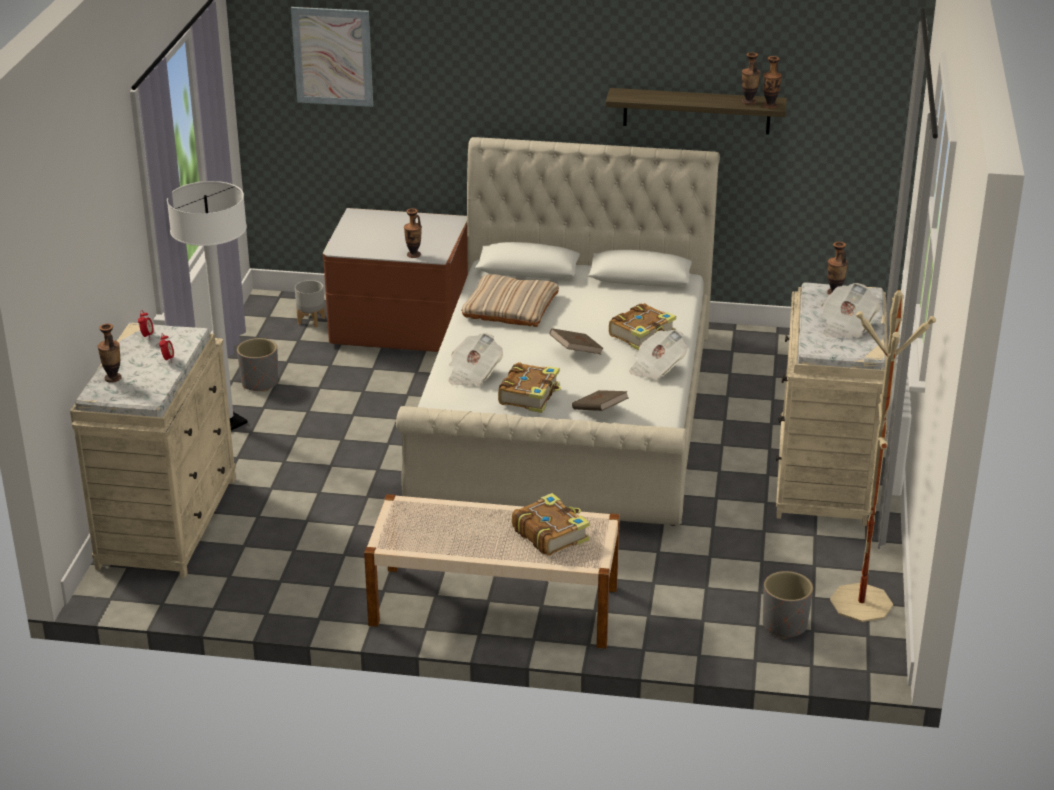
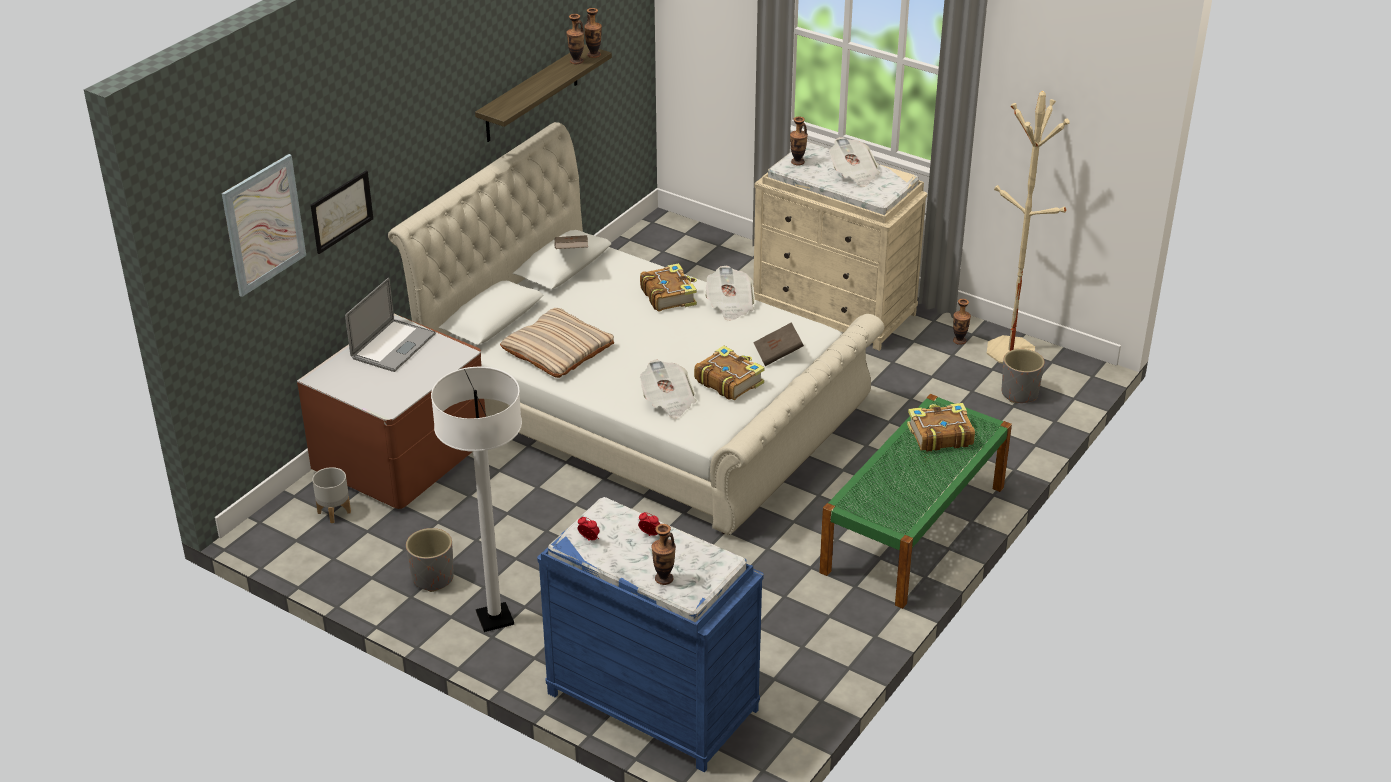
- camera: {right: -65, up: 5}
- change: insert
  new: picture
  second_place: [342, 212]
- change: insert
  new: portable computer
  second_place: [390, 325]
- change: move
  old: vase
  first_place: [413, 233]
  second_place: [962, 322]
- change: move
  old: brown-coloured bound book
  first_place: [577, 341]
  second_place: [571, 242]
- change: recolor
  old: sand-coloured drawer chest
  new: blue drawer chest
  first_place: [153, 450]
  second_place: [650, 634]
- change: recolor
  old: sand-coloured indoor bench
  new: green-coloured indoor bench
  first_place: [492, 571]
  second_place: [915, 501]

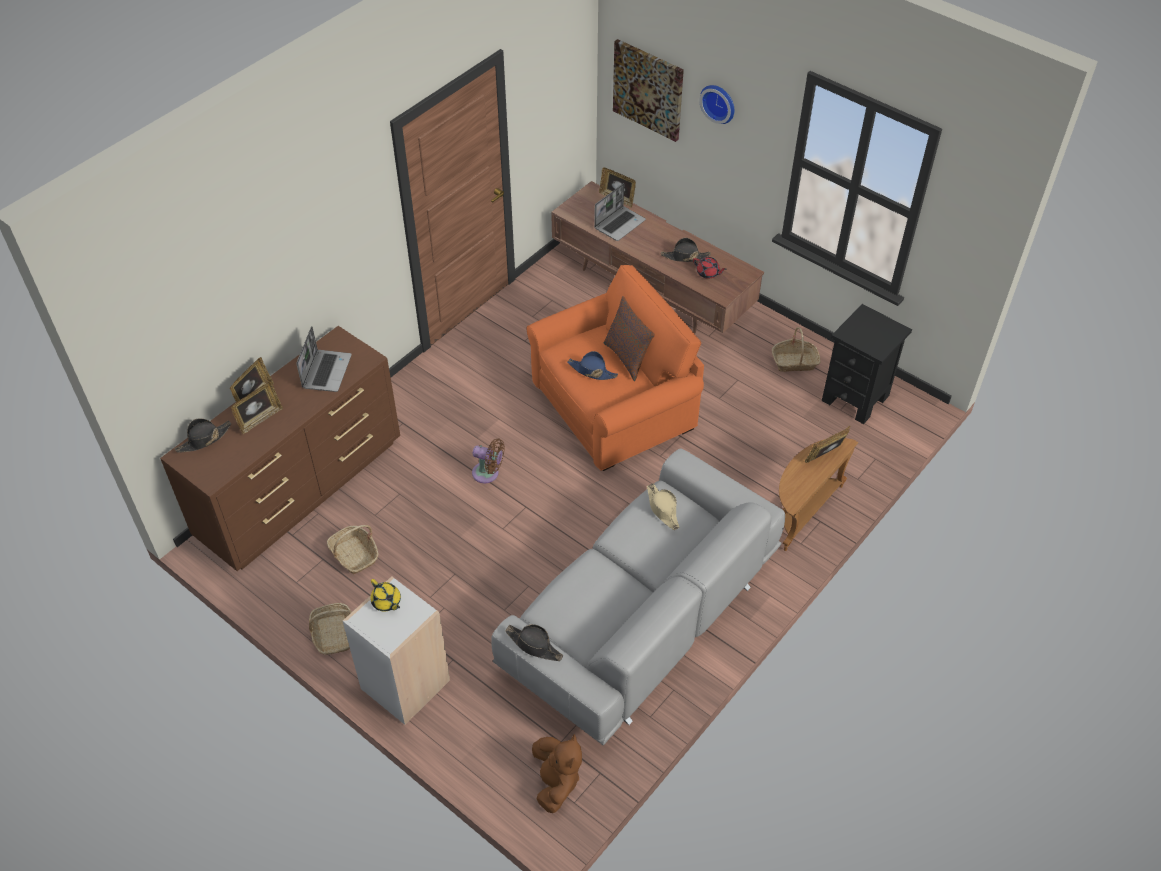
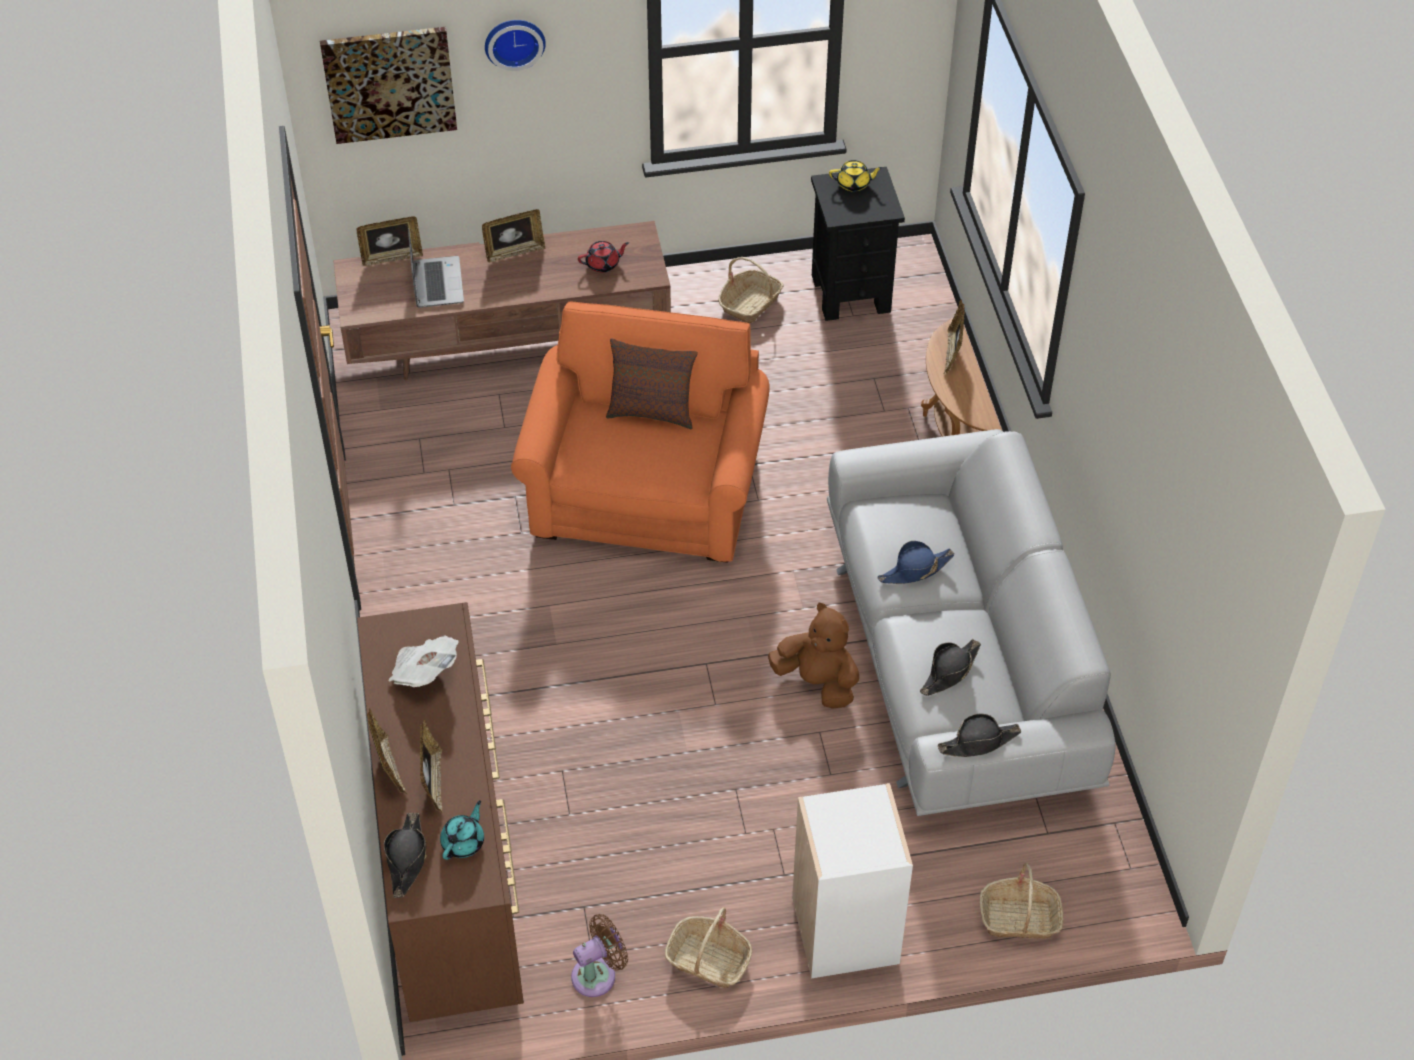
- camera: {right: -50, up: 0}
- change: delete
  old: sand-coloured wearable hat
  first_place: [663, 506]
- change: insert
  new: turquoise teapot
  second_place: [462, 830]
- change: insert
  new: standing frame
  second_place: [513, 236]
- change: move
  old: household basket
  first_place: [353, 549]
  second_place: [1021, 901]
- change: move
  old: yellow-coloured teapot
  first_place: [385, 595]
  second_place: [856, 175]
- change: move
  old: brown-coloured fan
  first_place: [488, 461]
  second_place: [599, 955]
- change: move
  old: brown-coloured soft toy
  first_place: [557, 773]
  second_place: [813, 656]
- change: move
  old: blue wearable hat
  first_place: [592, 365]
  second_place: [916, 562]
- change: move
  old: blackish wearable hat
  first_place: [686, 250]
  second_place: [950, 667]
- change: replace
  old: portable computer
  new: printed paper
  first_place: [324, 359]
  second_place: [423, 661]

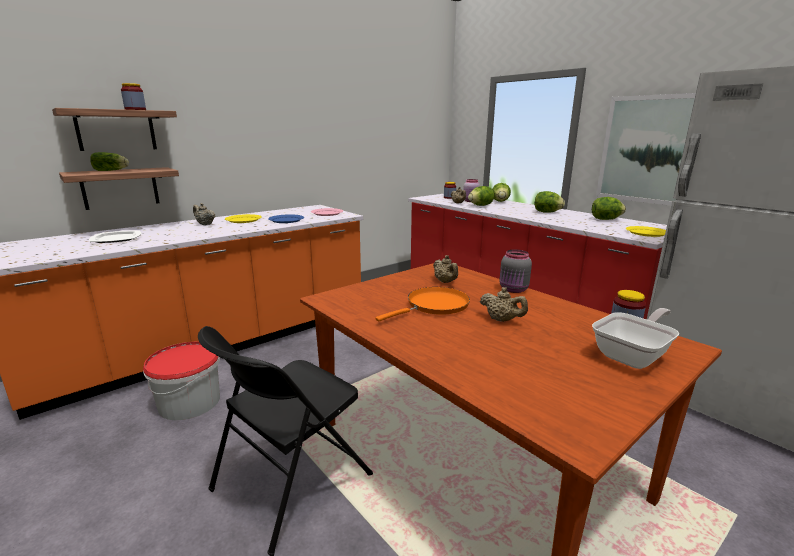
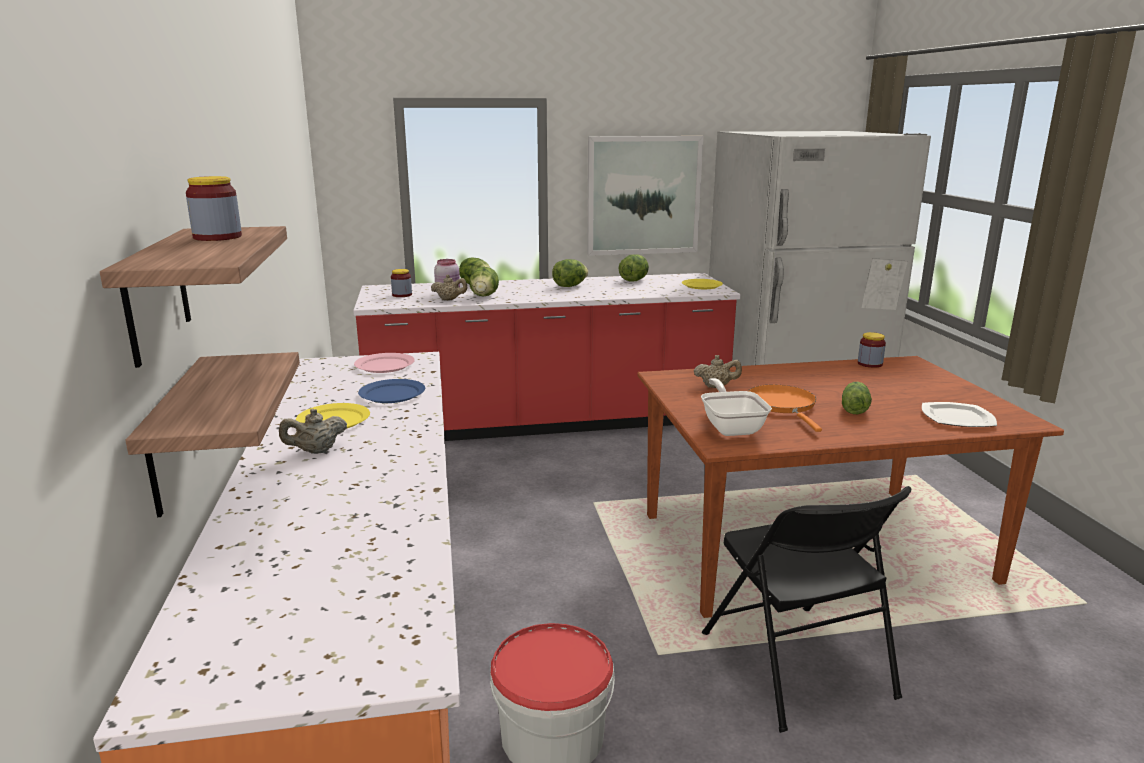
- camera: {right: -60, up: 0}
- change: delete
  old: sand-coloured teapot
  first_place: [504, 304]
- change: delete
  old: gray preserve jar
  first_place: [515, 271]
- change: move
  old: dinner plate
  first_place: [115, 237]
  second_place: [959, 414]
- change: move
  old: lettuce head
  first_place: [109, 161]
  second_place: [857, 398]
- change: move
  old: skillet
  first_place: [635, 338]
  second_place: [736, 407]

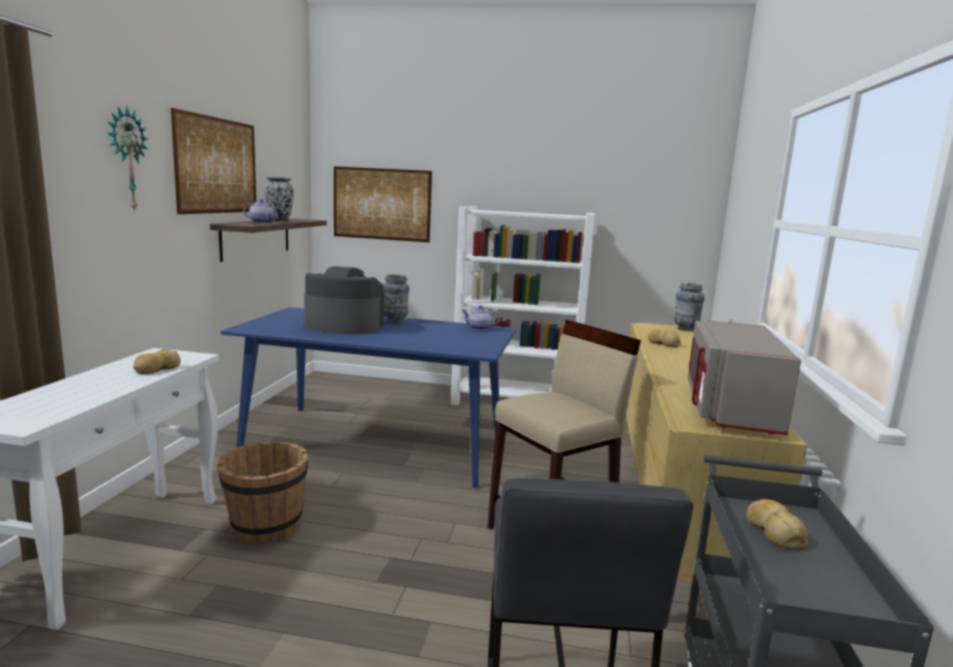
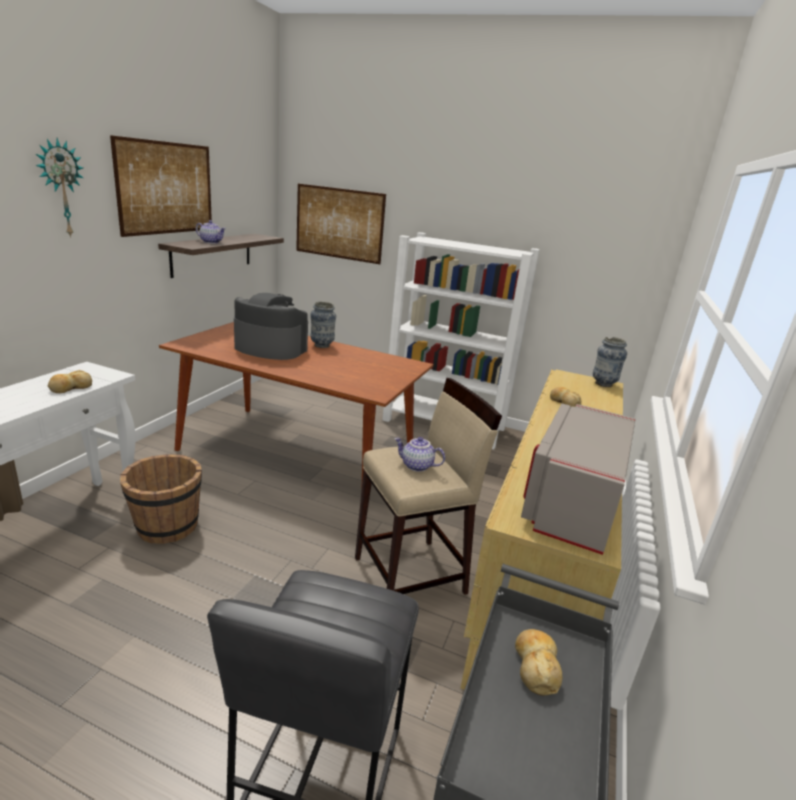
- camera: {right: 10, up: 10}
- change: delete
  old: vase
  first_place: [279, 199]
- change: move
  old: teapot
  first_place: [481, 317]
  second_place: [419, 454]
- change: recolor
  old: blue dinner table
  new: brown-coloured dinner table
  first_place: [369, 397]
  second_place: [296, 406]

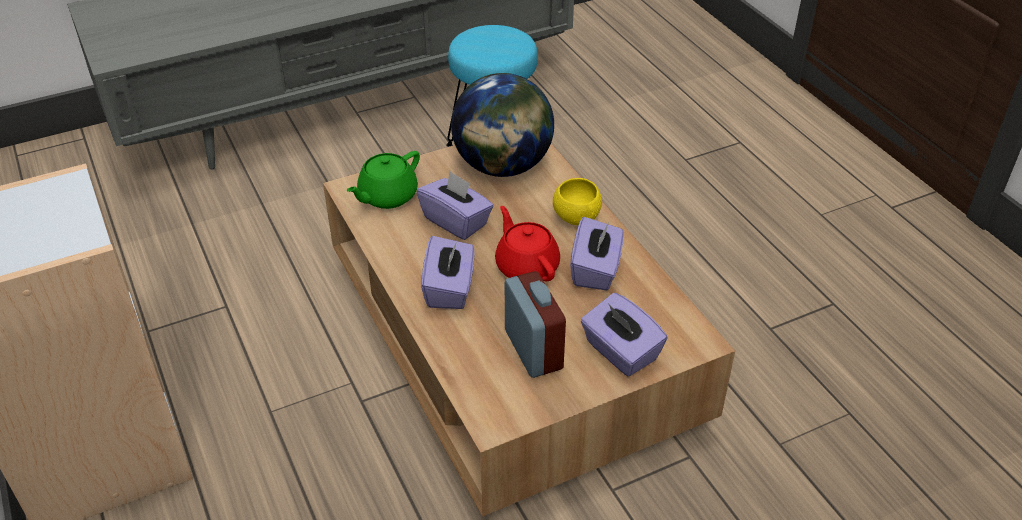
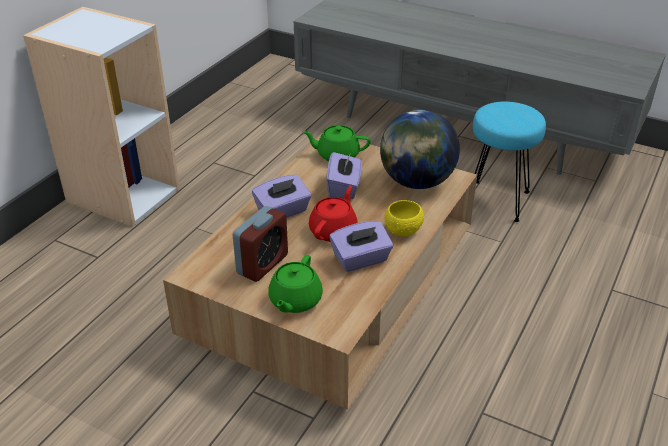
- camera: {right: 55, up: -5}
- change: replace
  old: purple tissue box
  new: green-coloured teapot
  first_place: [624, 335]
  second_place: [295, 284]

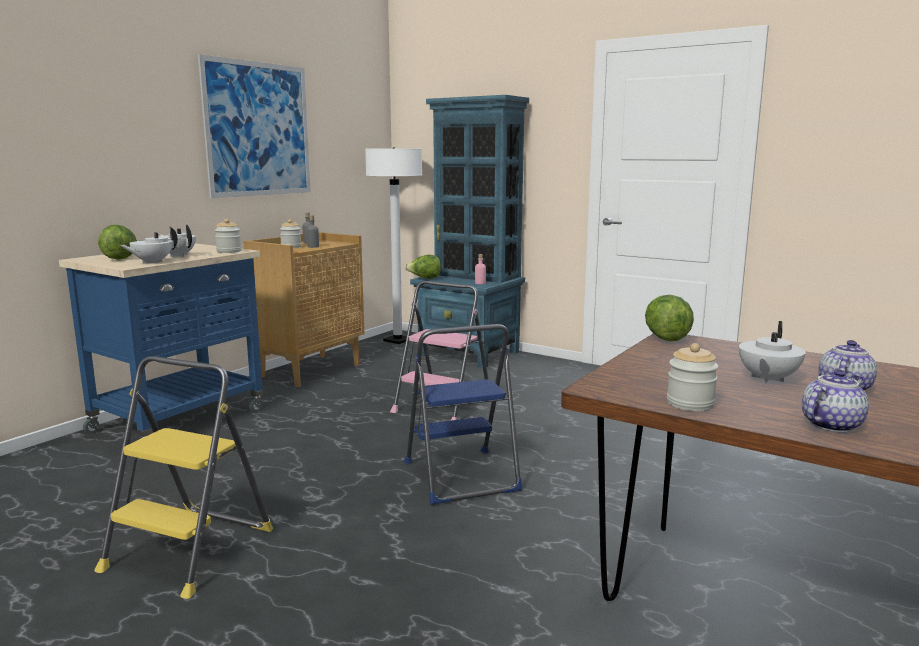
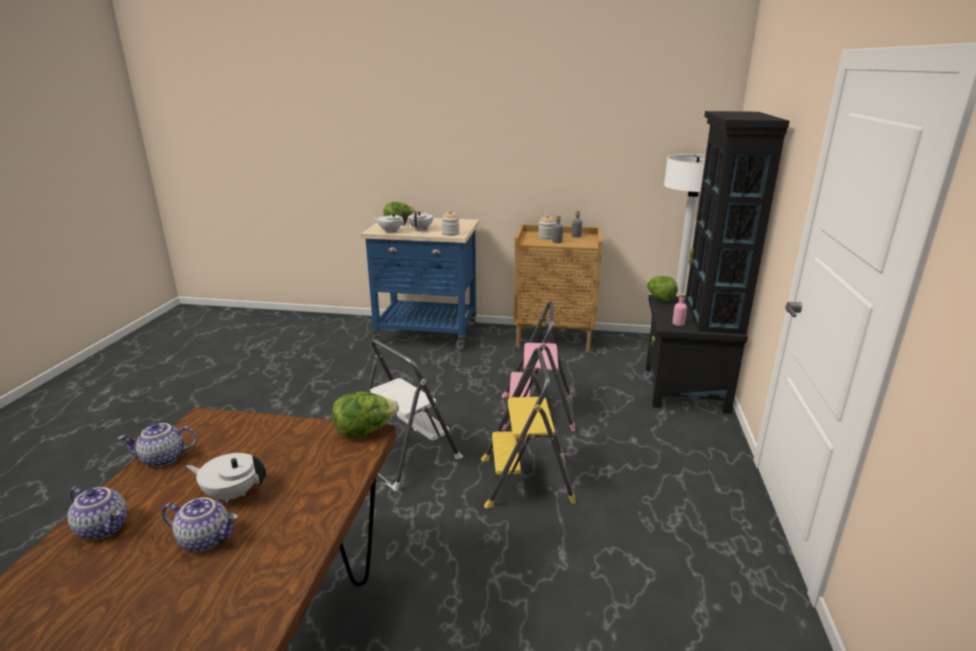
- camera: {right: 65, up: 10}
- change: delete
  old: picture
  first_place: [254, 126]
- change: move
  old: yellow-coloured step ladder
  first_place: [183, 477]
  second_place: [528, 428]
- change: replace
  old: preserve jar
  new: teapot
  first_place: [693, 377]
  second_place: [157, 445]
- change: recolor
  old: blue step ladder
  new: white-coloured step ladder
  first_place: [463, 414]
  second_place: [415, 415]
- change: recolor
  old: blue cabinet
  new: blackish cabinet
  first_place: [469, 231]
  second_place: [718, 262]

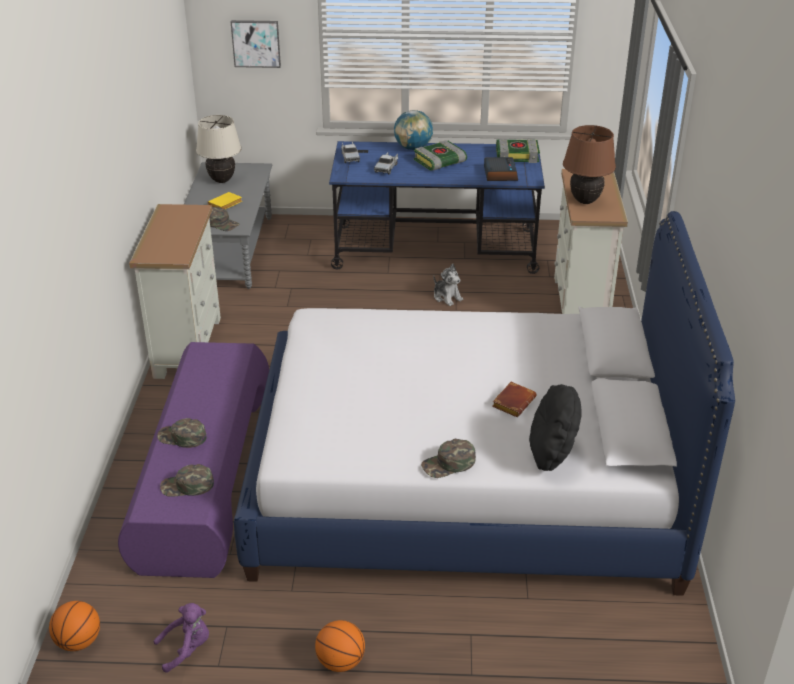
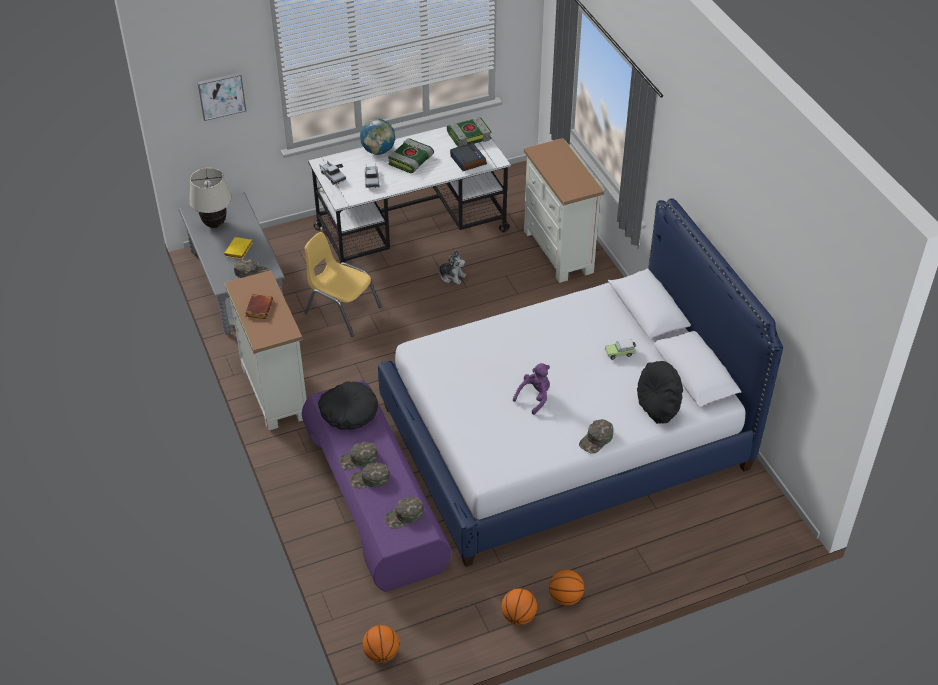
- camera: {right: -25, up: 10}
- change: delete
  old: brown-coloured tabletop lamp
  first_place: [589, 164]
- change: insert
  new: yellow-coloured chair
  second_place: [342, 284]
- change: insert
  new: blackish throw pillow
  second_place: [348, 405]
- change: insert
  new: green-coloured cap
  second_place: [358, 455]
- change: insert
  new: basketball
  second_place: [519, 606]
- change: insert
  new: toy car
  second_place: [620, 349]
- change: move
  old: purple soft toy
  first_place: [181, 638]
  second_place: [531, 389]
- change: move
  old: brown-coloured bound book
  first_place: [514, 399]
  second_place: [259, 306]
- change: recolor
  old: blue desk
  new: white-coloured desk
  first_place: [437, 207]
  second_place: [409, 194]

